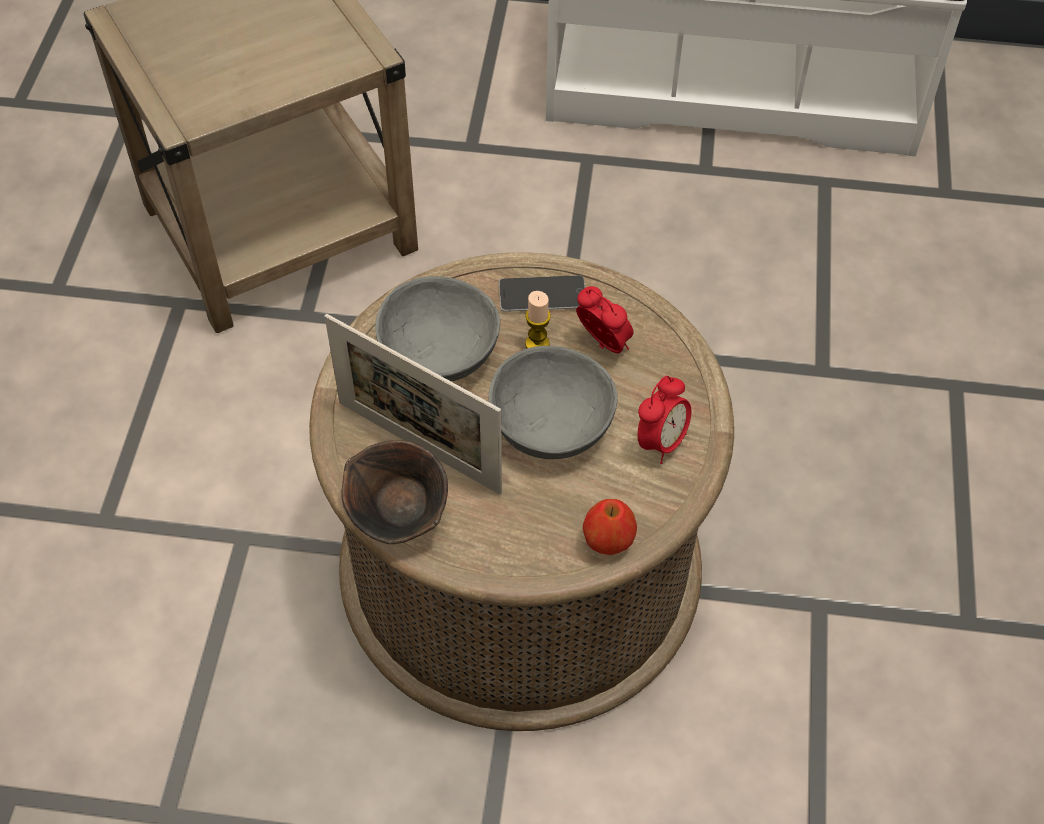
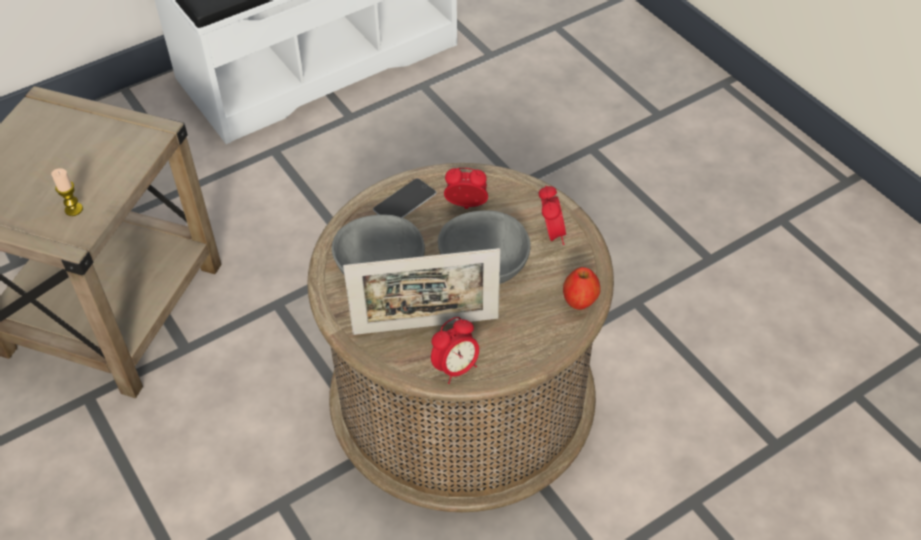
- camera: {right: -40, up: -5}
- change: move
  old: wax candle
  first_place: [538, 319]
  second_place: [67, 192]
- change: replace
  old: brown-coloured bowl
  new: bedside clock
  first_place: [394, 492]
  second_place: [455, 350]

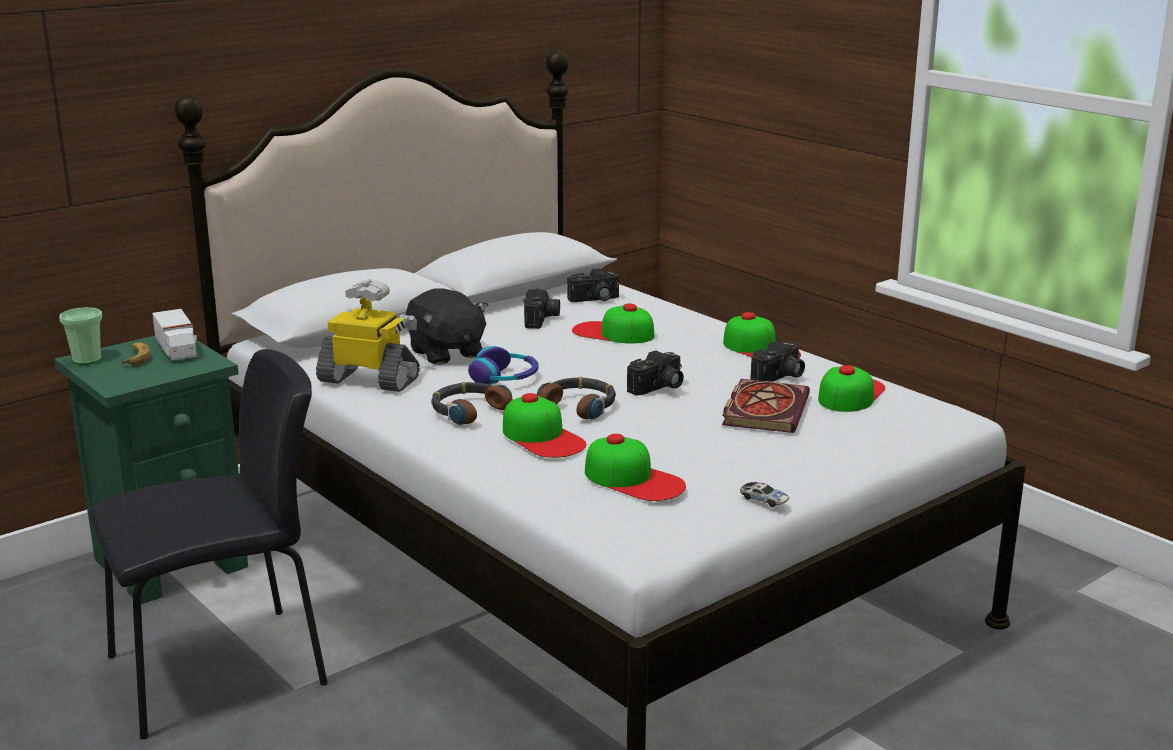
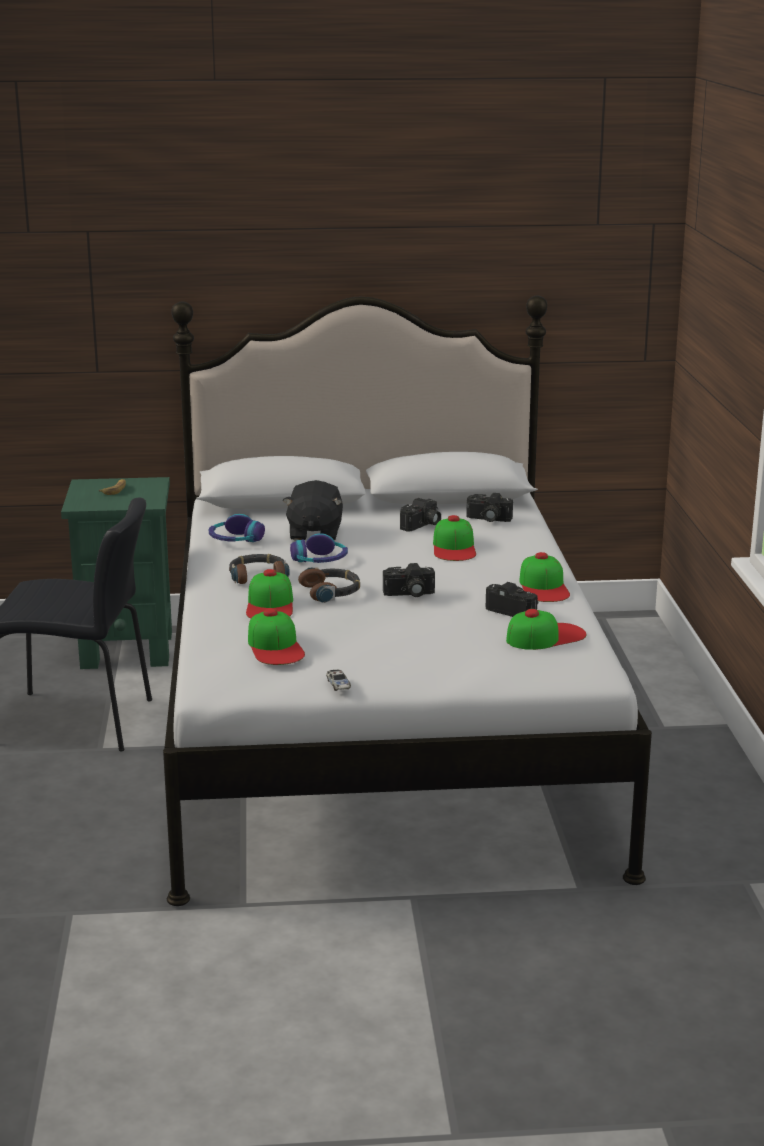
- camera: {right: 35, up: 0}
- change: delete
  old: small cup
  first_place: [80, 336]
- change: delete
  old: toy lorry
  first_place: [174, 334]
- change: delete
  old: bound book
  first_place: [766, 406]
- change: replace
  old: model robot
  new: headset
  first_place: [368, 335]
  second_place: [237, 528]
- change: rotate
  old: cap
  first_place: [613, 323]
  second_place: [454, 538]
  degrees: -150
- change: rotate
  old: still camera
  first_place: [777, 361]
  second_place: [512, 599]
  degrees: -135

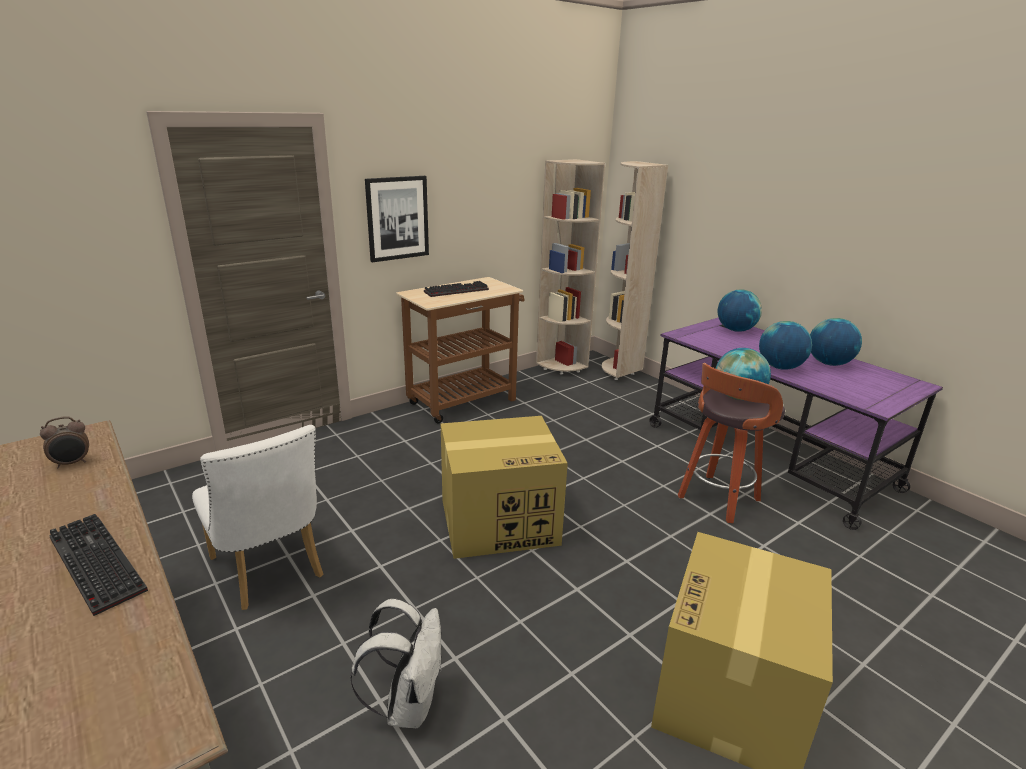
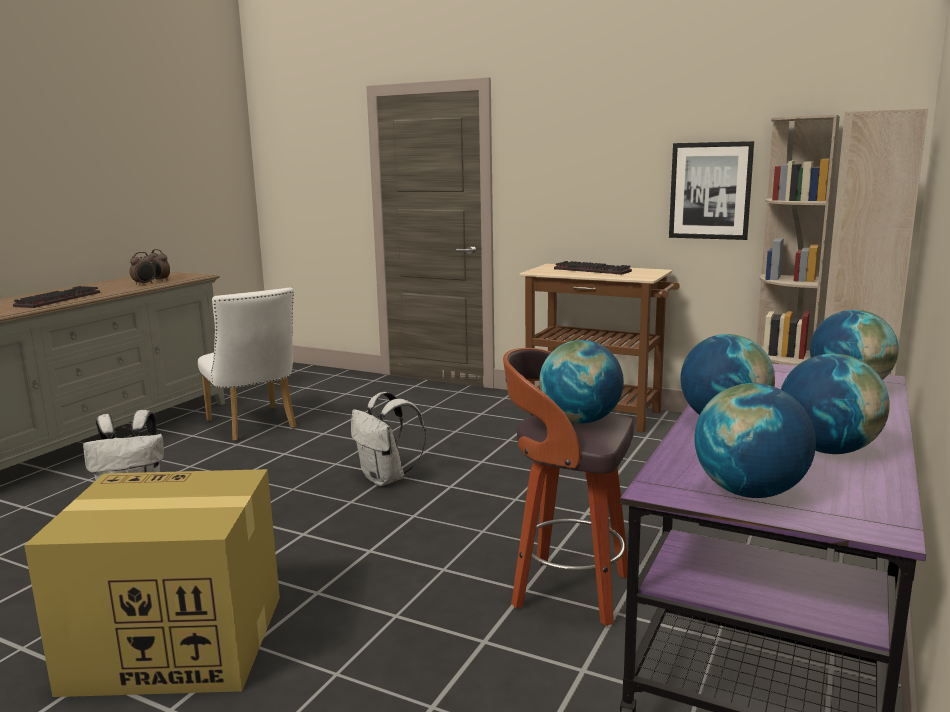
- camera: {right: 65, up: -10}
- change: insert
  new: bedside clock
  second_place: [142, 268]
- change: insert
  new: globe
  second_place: [755, 440]
- change: move
  old: picture
  first_place: [397, 219]
  second_place: [711, 190]
- change: replace
  old: packing box
  new: white-coloured backpack
  first_place: [504, 487]
  second_place: [388, 439]
- change: rotate
  old: white-coloured chair
  first_place: [257, 517]
  second_place: [247, 364]
  degrees: -60

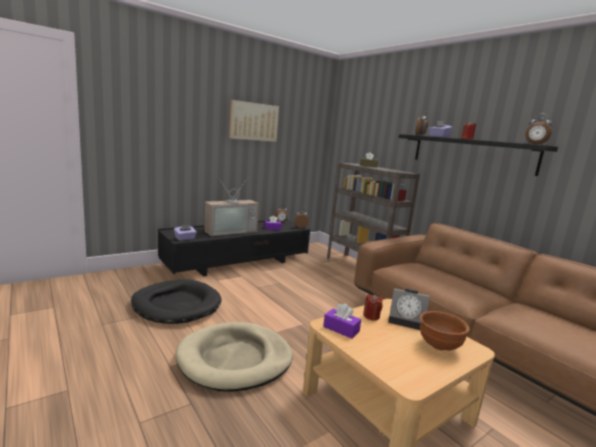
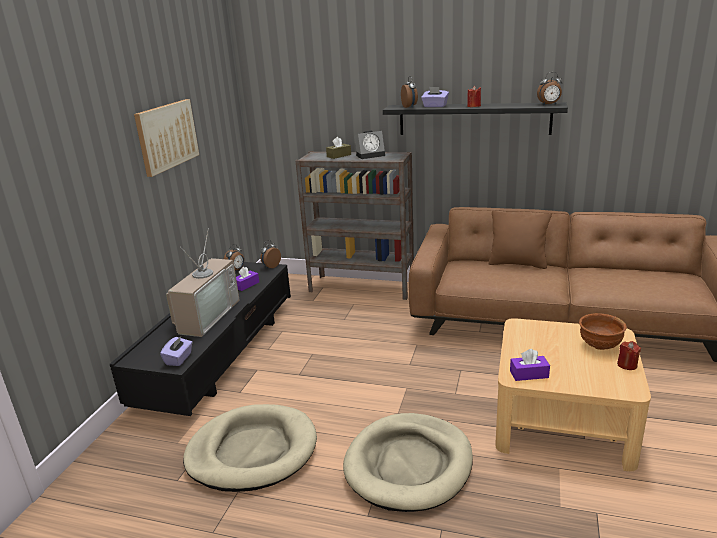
- camera: {right: -35, up: 10}
- change: insert
  new: brown-coloured throw pillow
  second_place: [520, 240]
- change: move
  old: reddish wax candle
  first_place: [373, 307]
  second_place: [629, 355]
- change: move
  old: bedside clock
  first_place: [409, 309]
  second_place: [369, 145]
- change: recolor
  old: blackish dog bed
  new: sand-coloured dog bed
  first_place: [176, 301]
  second_place: [250, 448]

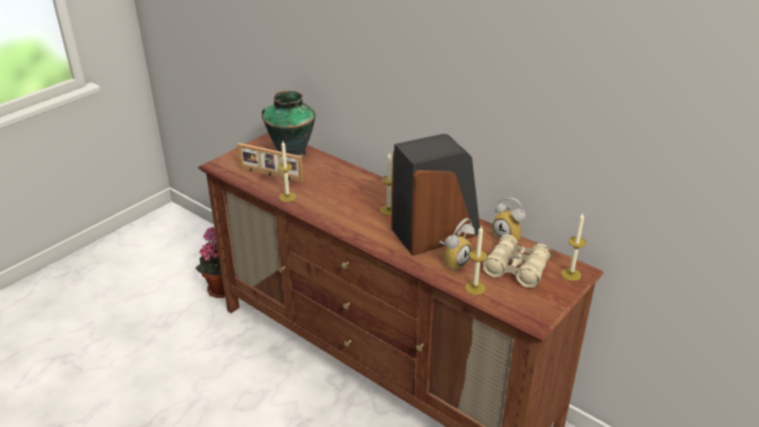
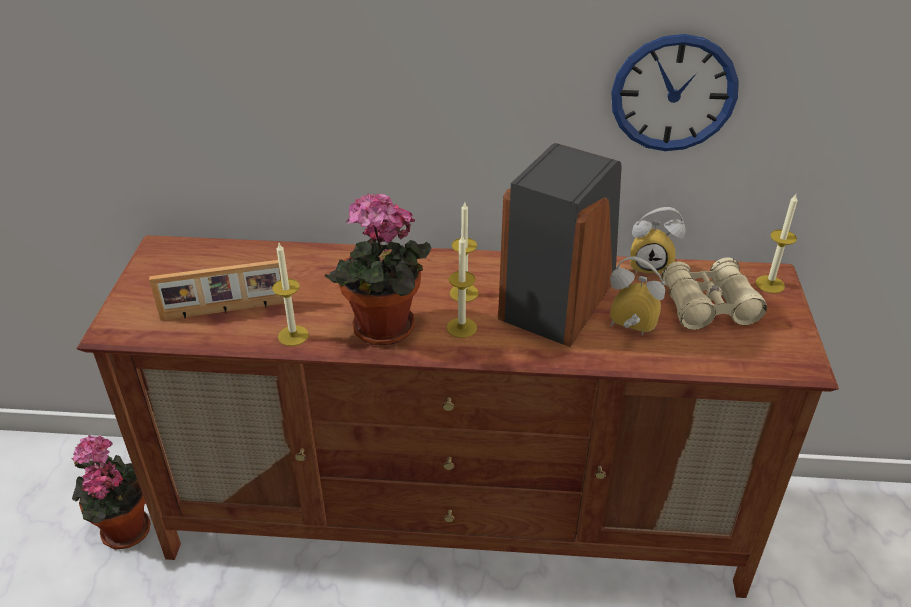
- camera: {right: -35, up: 5}
- change: delete
  old: vase
  first_place: [288, 124]
- change: insert
  new: potted plant
  second_place: [378, 269]
- change: insert
  new: hanging clock
  second_place: [675, 92]
- change: move
  old: wax candle
  first_place: [476, 260]
  second_place: [462, 286]
- change: rotate
  old: bedside clock
  first_place: [457, 244]
  second_place: [637, 296]
  degrees: -75

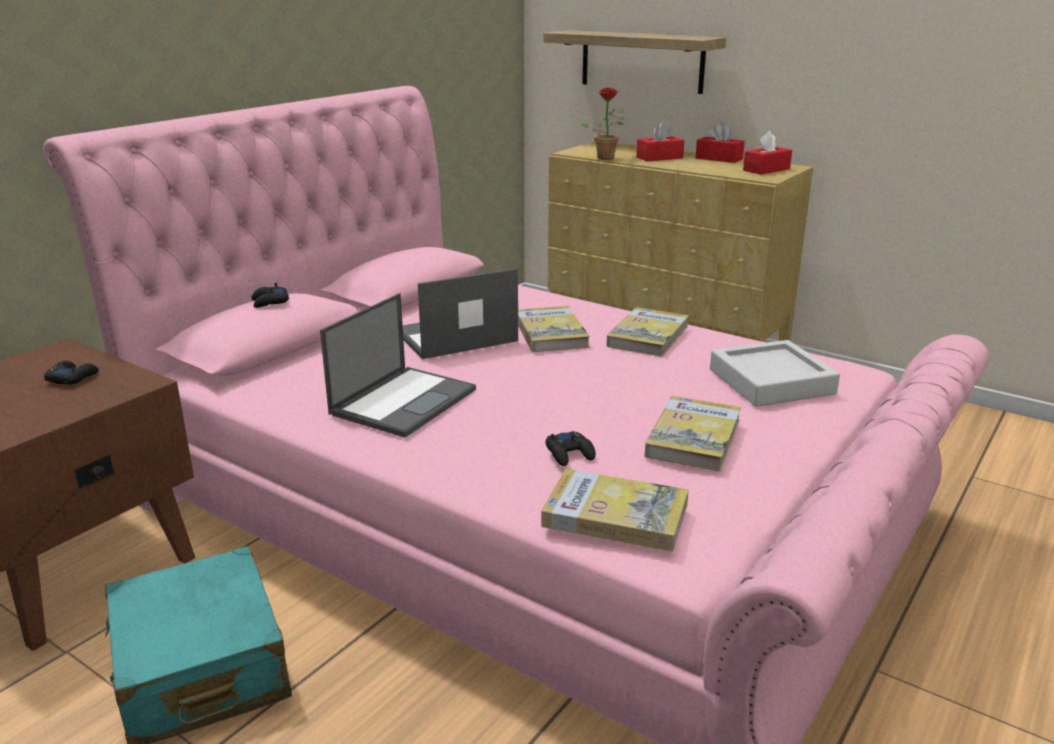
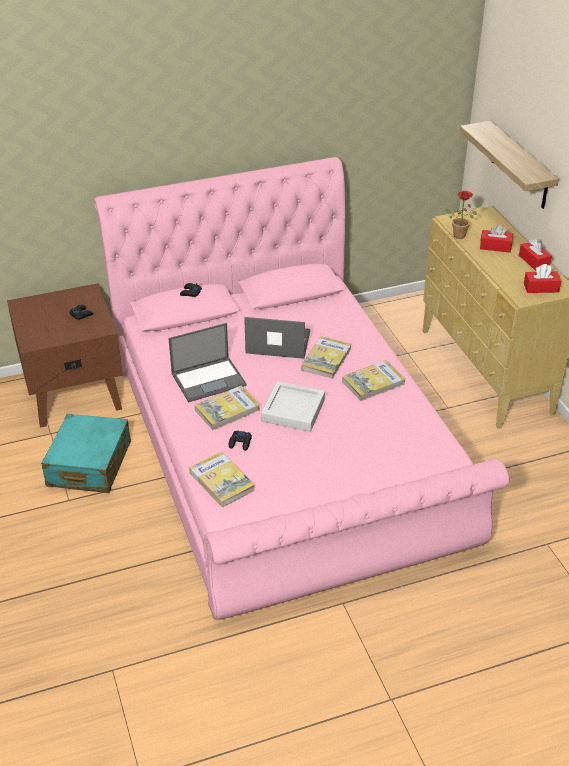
- camera: {right: 35, up: 15}
- change: move
  old: bound book
  first_place: [693, 433]
  second_place: [227, 408]
- change: move
  old: gray tray
  first_place: [775, 373]
  second_place: [293, 406]

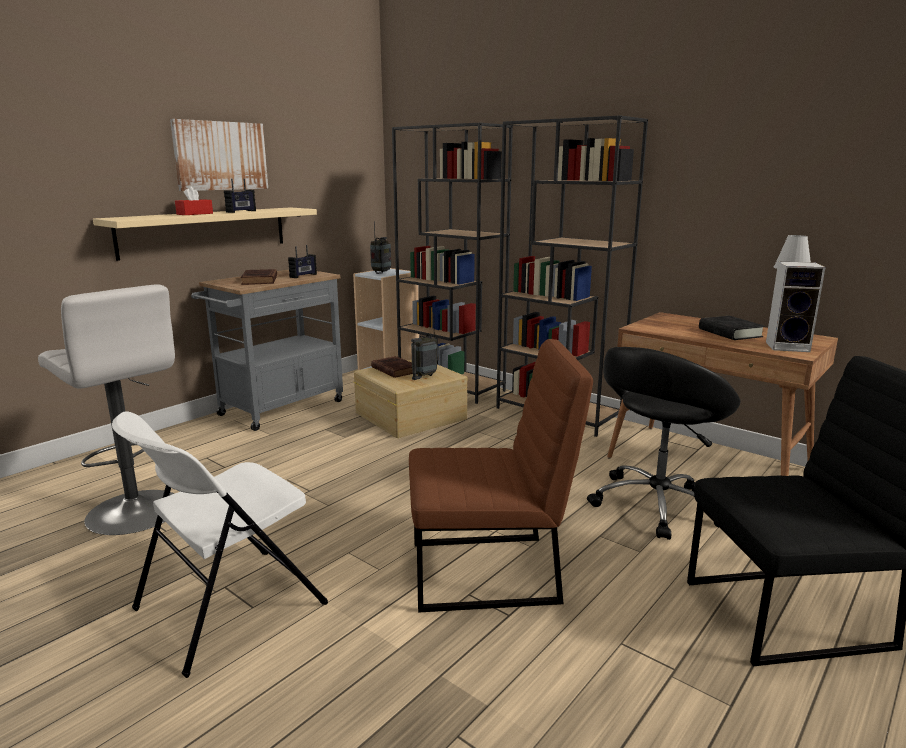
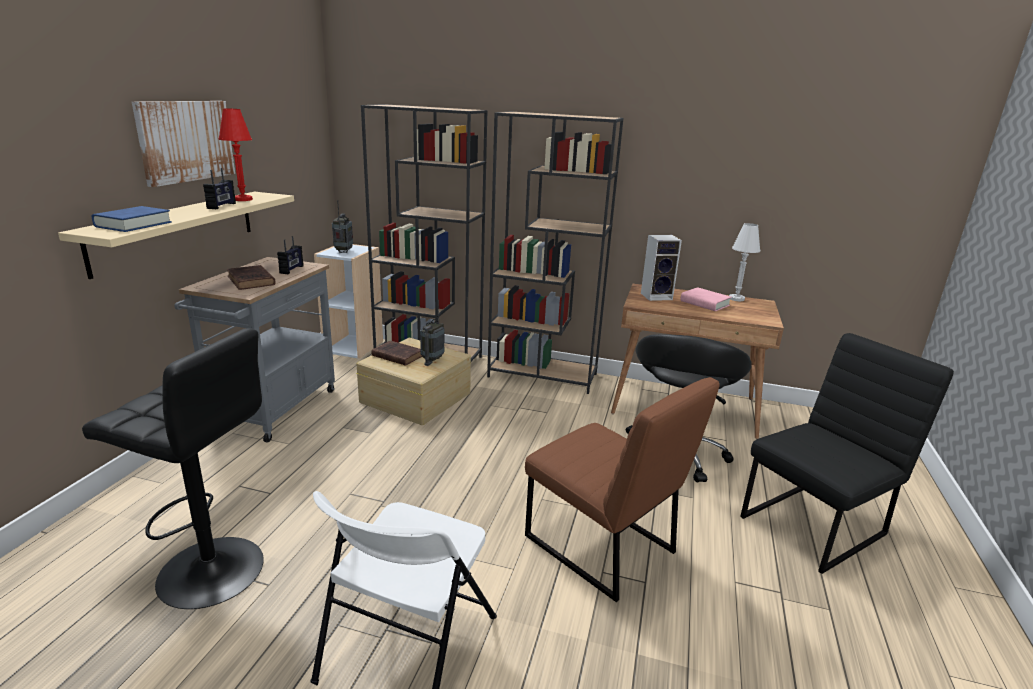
- camera: {right: -25, up: 5}
- change: delete
  old: reddish tissue box
  first_place: [194, 201]
- change: insert
  new: blue bound book
  second_place: [132, 219]
- change: insert
  new: reddish tabletop lamp
  second_place: [236, 155]
- change: move
  old: audio speaker
  first_place: [796, 306]
  second_place: [661, 268]
- change: recolor
  old: white-coloured sitting stool
  new: blackish sitting stool
  first_place: [106, 409]
  second_place: [173, 468]
- change: recolor
  old: blackish bound book
  new: pink bound book
  first_place: [732, 328]
  second_place: [706, 299]
- change: rotate
  old: brown-coloured chair
  first_place: [501, 475]
  second_place: [622, 489]
  degrees: 75

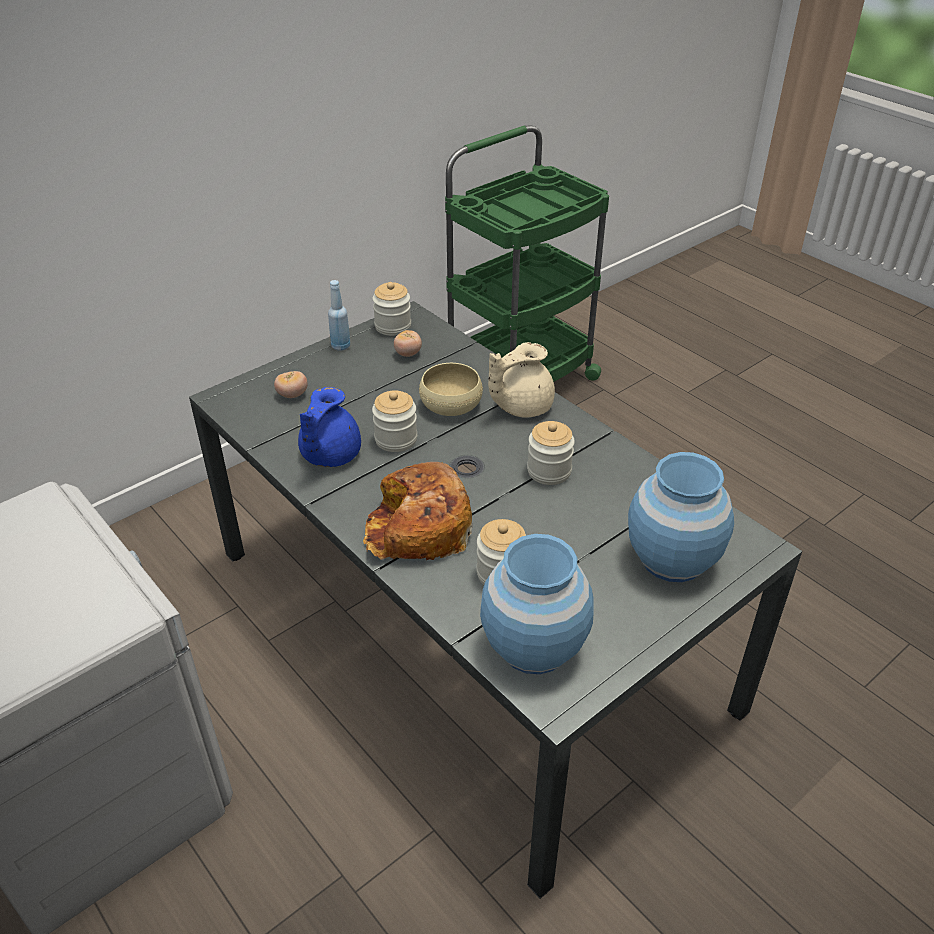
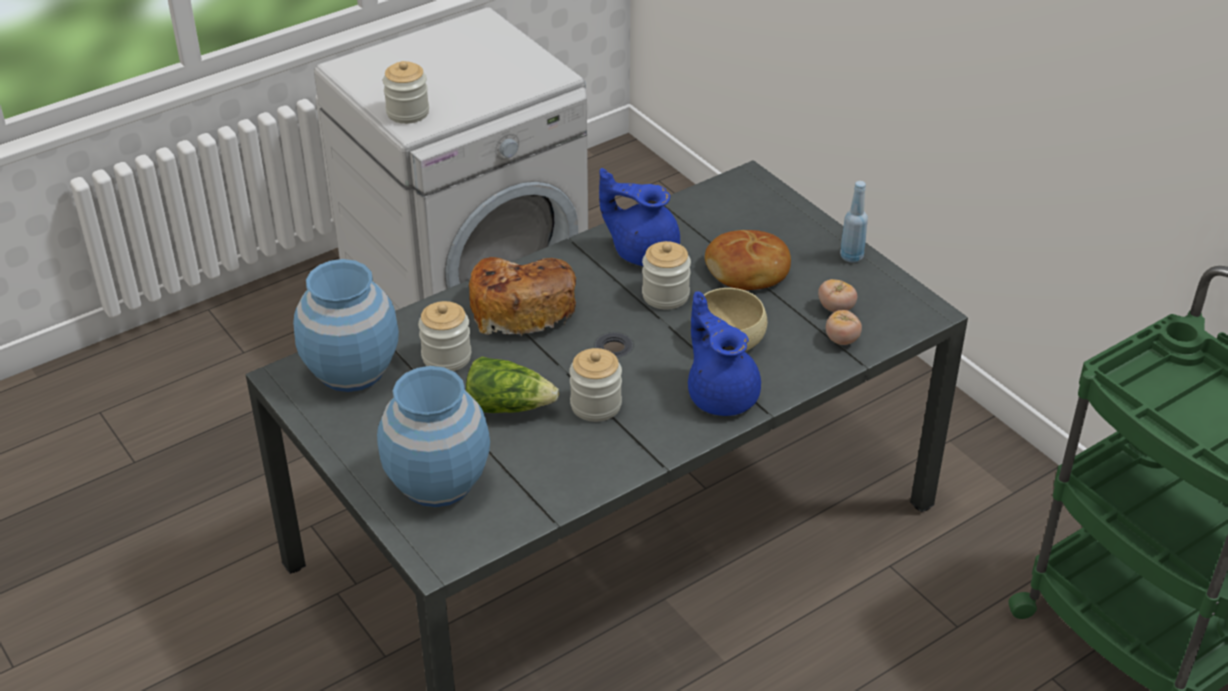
- camera: {right: 95, up: 0}
- change: insert
  new: lettuce head
  second_place: [512, 385]
- change: insert
  new: bakery bread
  second_place: [748, 260]
- change: move
  old: whole tomato
  first_place: [291, 384]
  second_place: [844, 327]
- change: move
  old: preserve jar
  first_place: [392, 309]
  second_place: [406, 92]
- change: recolor
  old: sand-coloured teapot
  new: blue teapot
  first_place: [521, 380]
  second_place: [724, 353]

